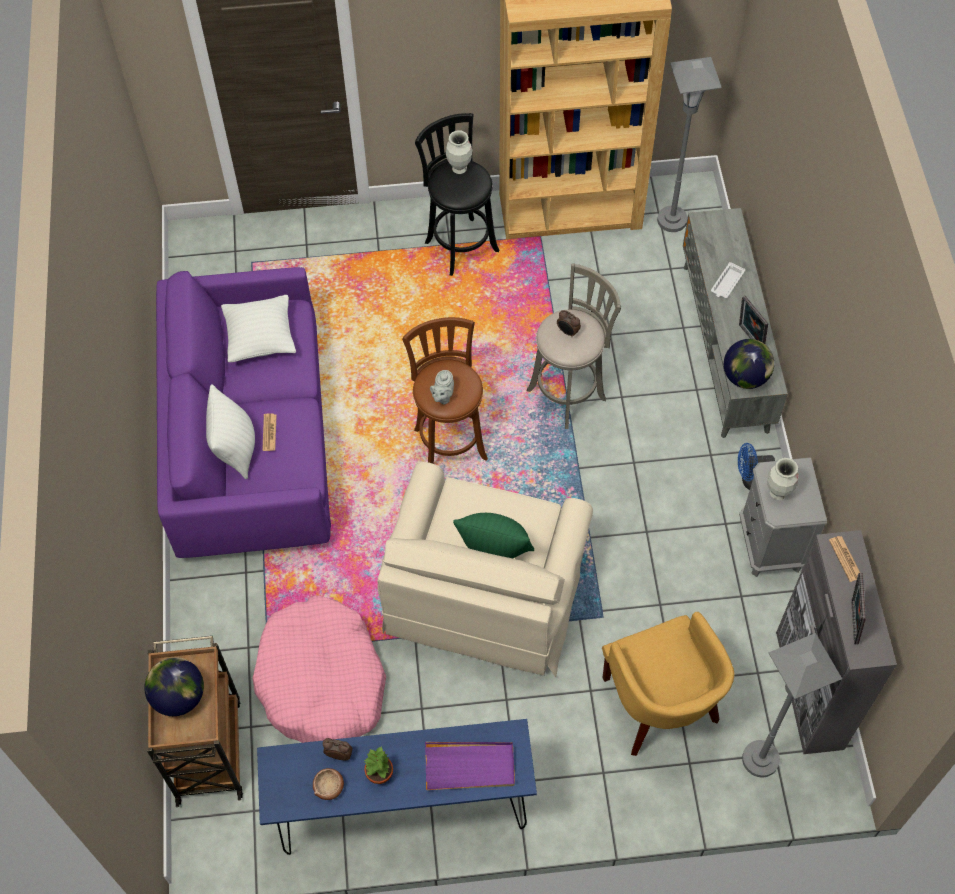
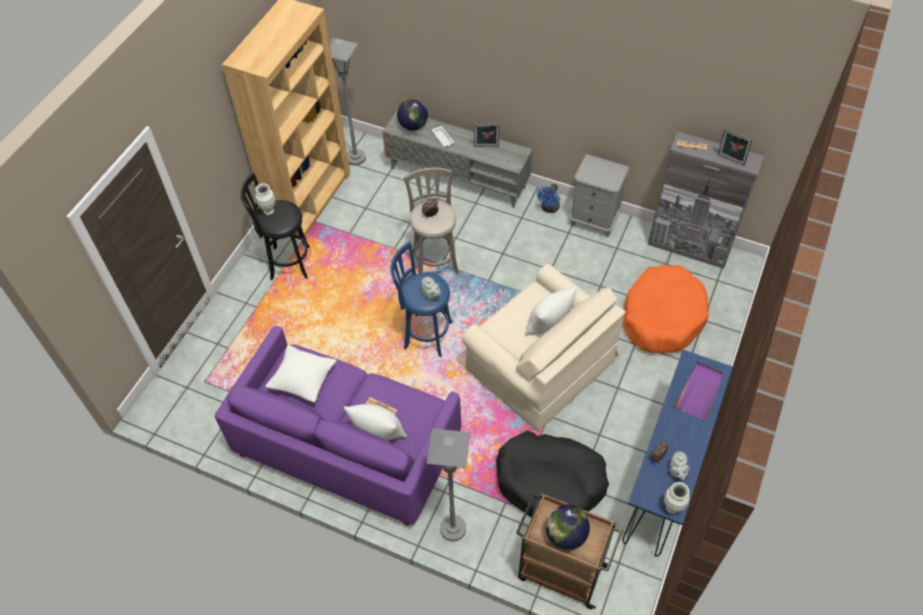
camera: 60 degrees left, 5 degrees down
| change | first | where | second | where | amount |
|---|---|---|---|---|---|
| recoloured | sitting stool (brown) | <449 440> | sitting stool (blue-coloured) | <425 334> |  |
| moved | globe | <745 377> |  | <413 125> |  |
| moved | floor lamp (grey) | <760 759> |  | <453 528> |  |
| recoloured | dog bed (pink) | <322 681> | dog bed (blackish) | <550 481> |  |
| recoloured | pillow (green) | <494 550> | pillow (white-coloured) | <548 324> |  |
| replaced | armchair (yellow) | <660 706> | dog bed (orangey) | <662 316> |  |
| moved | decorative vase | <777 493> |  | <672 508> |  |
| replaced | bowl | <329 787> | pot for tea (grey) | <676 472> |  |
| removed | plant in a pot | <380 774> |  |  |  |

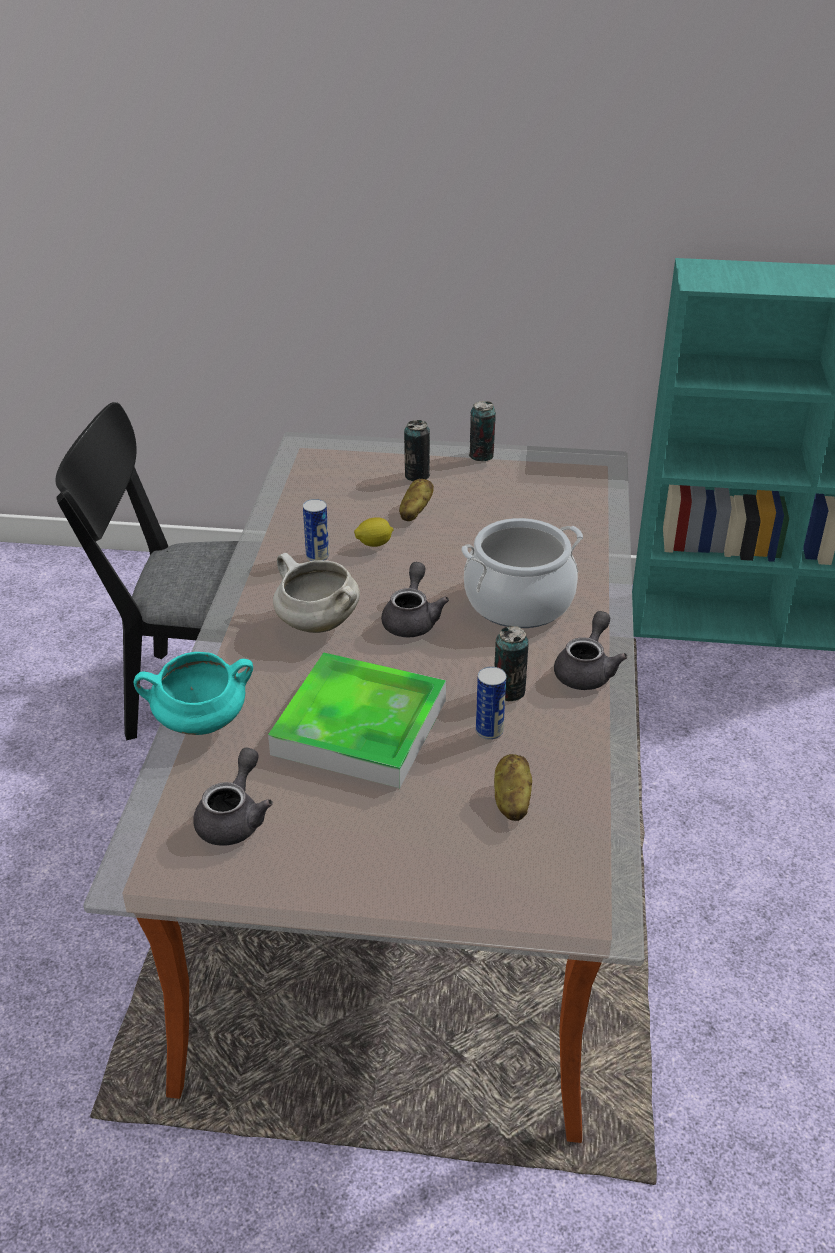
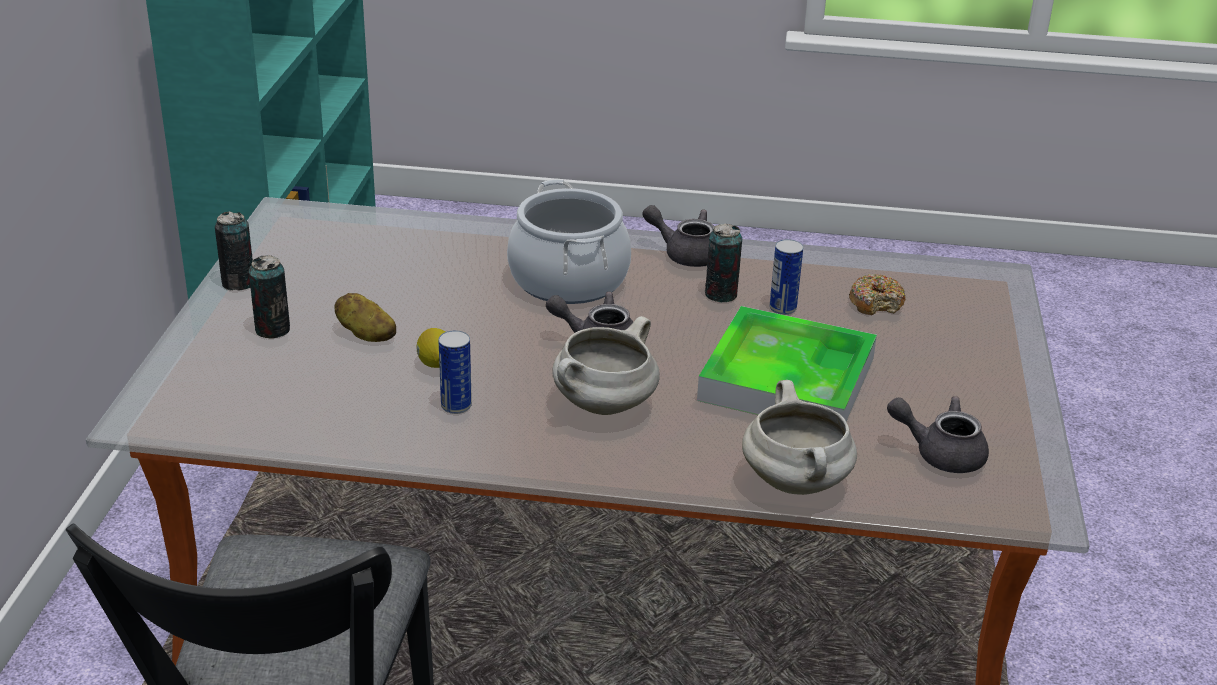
camera: 90 degrees left, 5 degrees down
| change | first | where | second | where | amount |
|---|---|---|---|---|---|
| recoloured | cooking pot (blue-green) | <199 723> | cooking pot (white-coloured) | <797 483> |  |
| replaced | spud | <511 801> | donut | <876 303> |  |

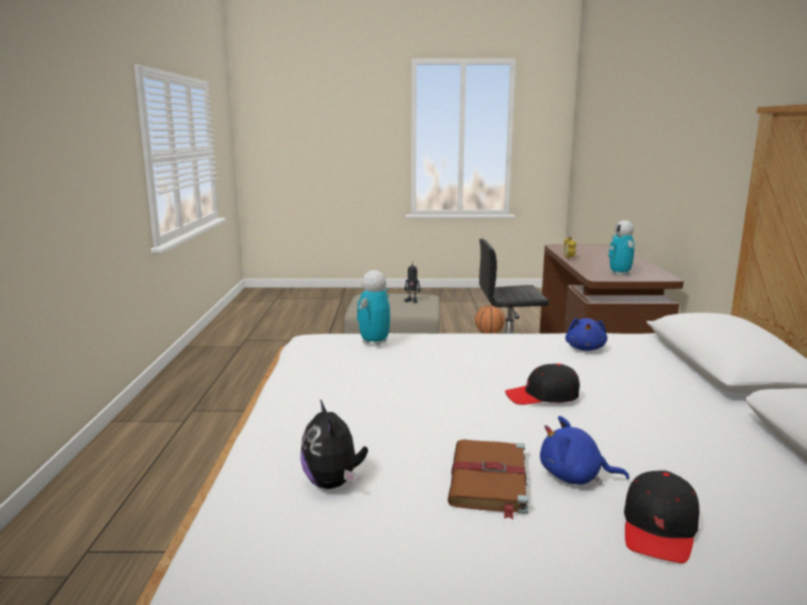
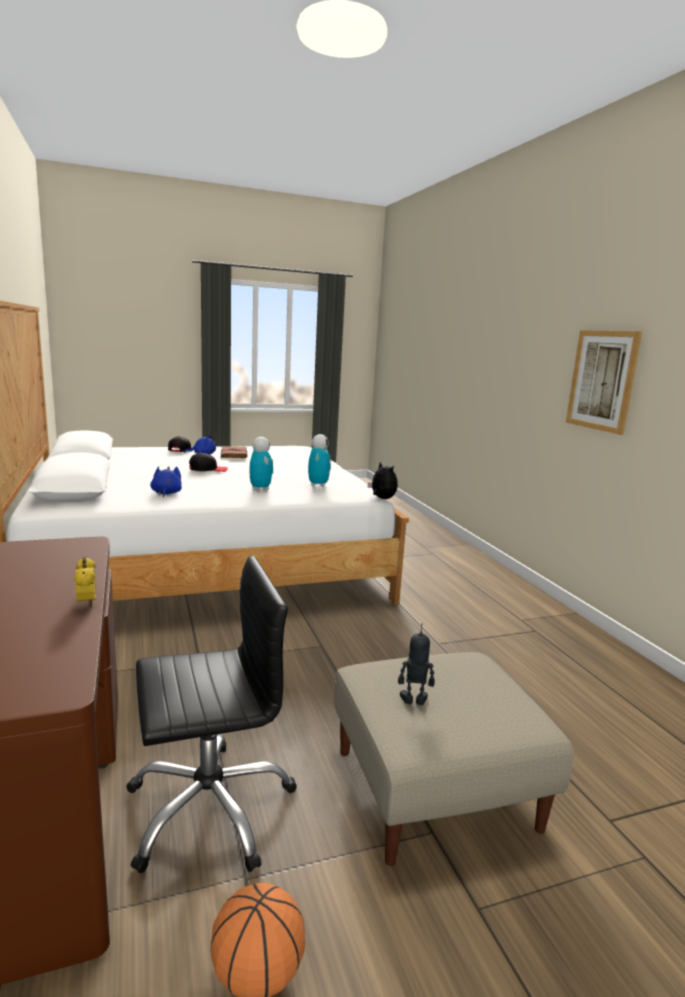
camera: 160 degrees right, 0 degrees up
| change | first | where | second | where | amount |
|---|---|---|---|---|---|
| moved | toy robot | <620 274> |  | <260 489> |  |
| moved | soft toy | <333 483> |  | <382 498> |  |
| added |  |  | wall picture | <602 380> |  |

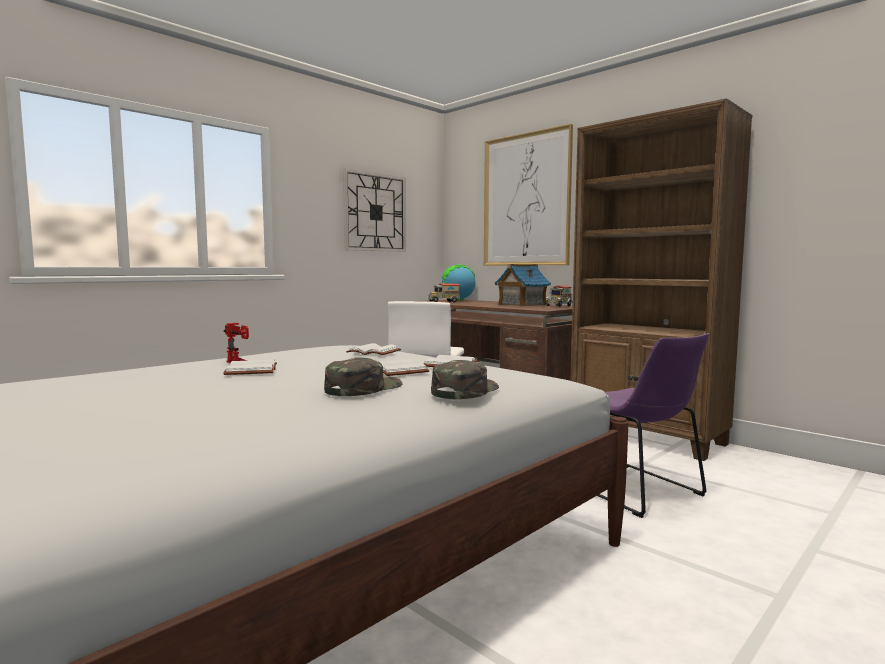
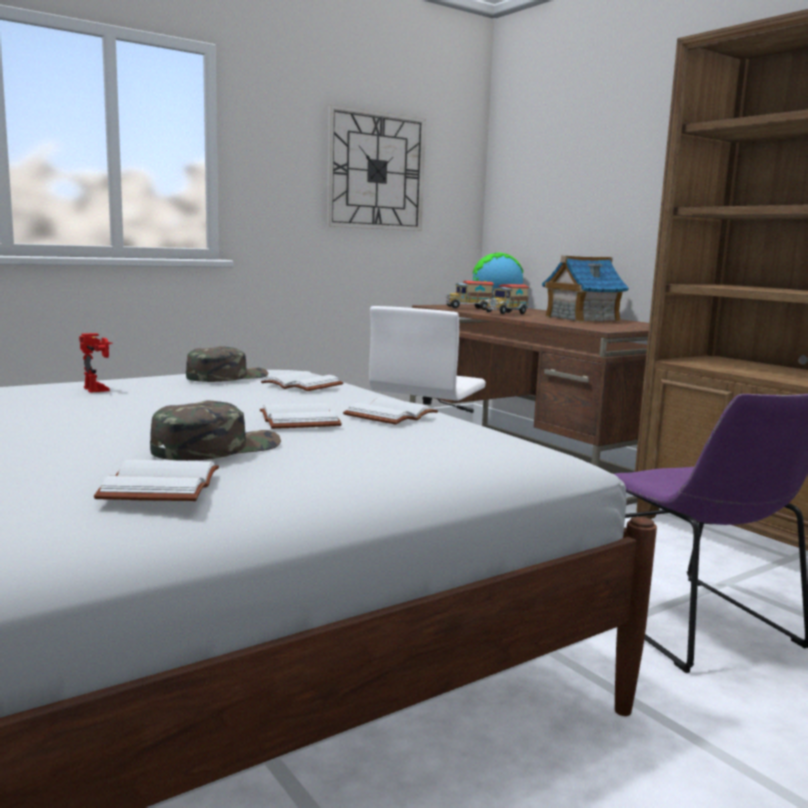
camera: 10 degrees right, 5 degrees up
| change | first | where | second | where | amount |
|---|---|---|---|---|---|
| moved | bound book (white-coloured) | <250 370> |  | <157 485> |  |
| moved | cap (green) | <464 391> |  | <226 377> |  |
| moved | toy lorry | <558 306> |  | <506 314> |  |
| removed | wall picture | <526 200> |  |  |  |

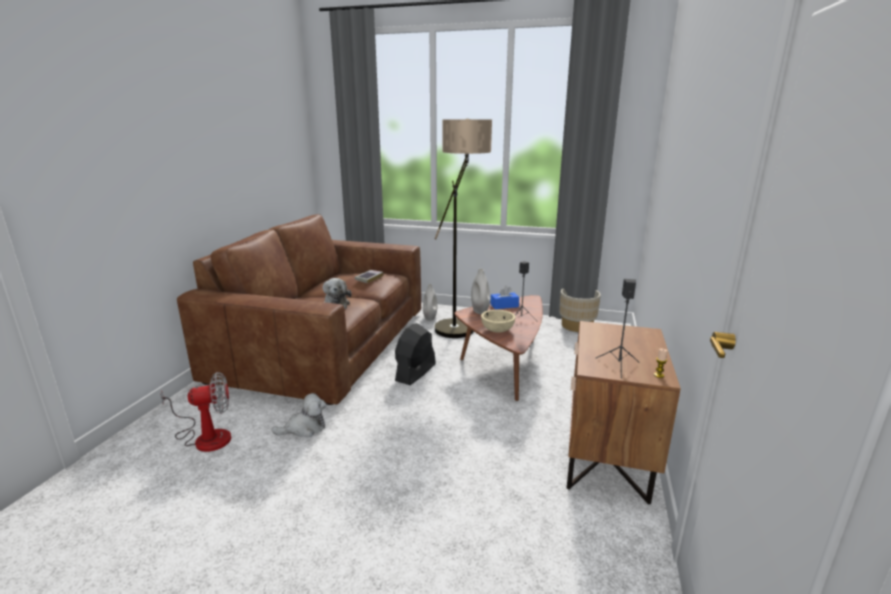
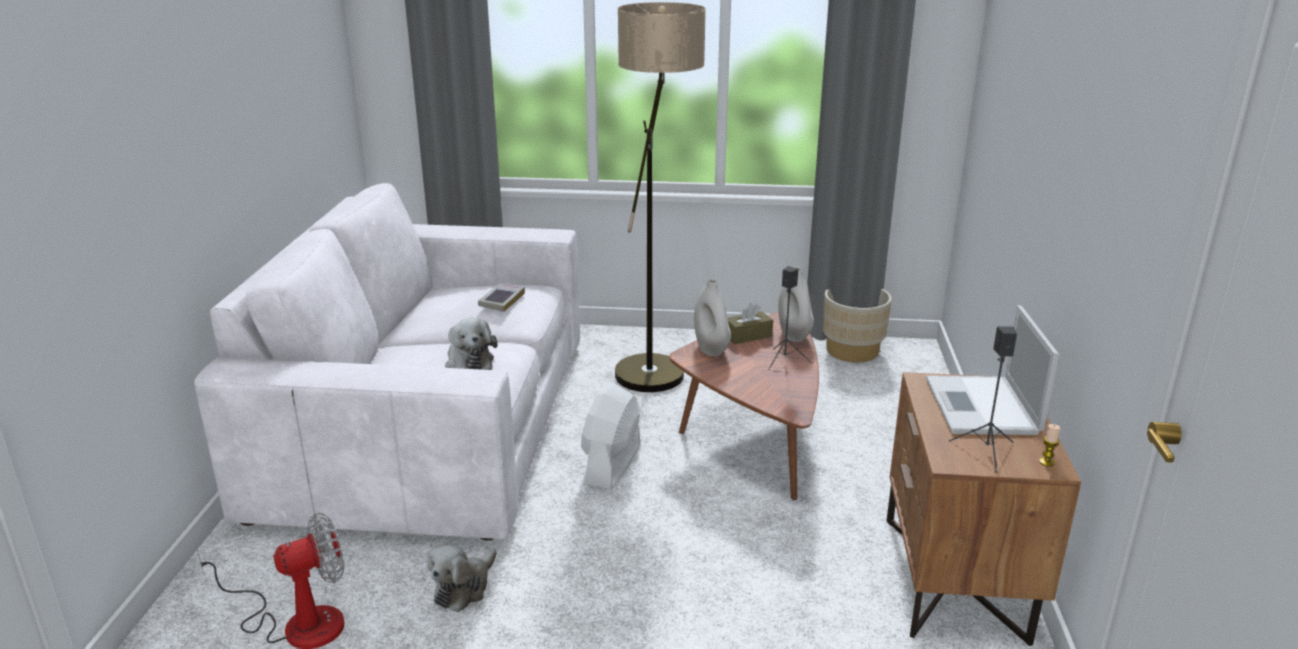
camera: 10 degrees left, 5 degrees up
| change | first | where | second | where | amount |
|---|---|---|---|---|---|
| recoloured | settee (brown) | <325 343> | settee (white-coloured) | <430 423> |  |
| turned | soft toy | <304 428> |  | <464 587> | 150 degrees clockwise |
| recoloured | electric fan (blackish) | <415 372> | electric fan (white-coloured) | <612 464> |  |
| recoloured | box of tissues (blue-coloured) | <504 305> | box of tissues (brown) | <748 336> |  |
| moved | decorative vase (white-coloured) | <430 317> |  | <794 335> |  |
| added |  |  | notebook computer | <982 407> |  |
| removed | bowl (beige) | <497 330> |  |  |  |

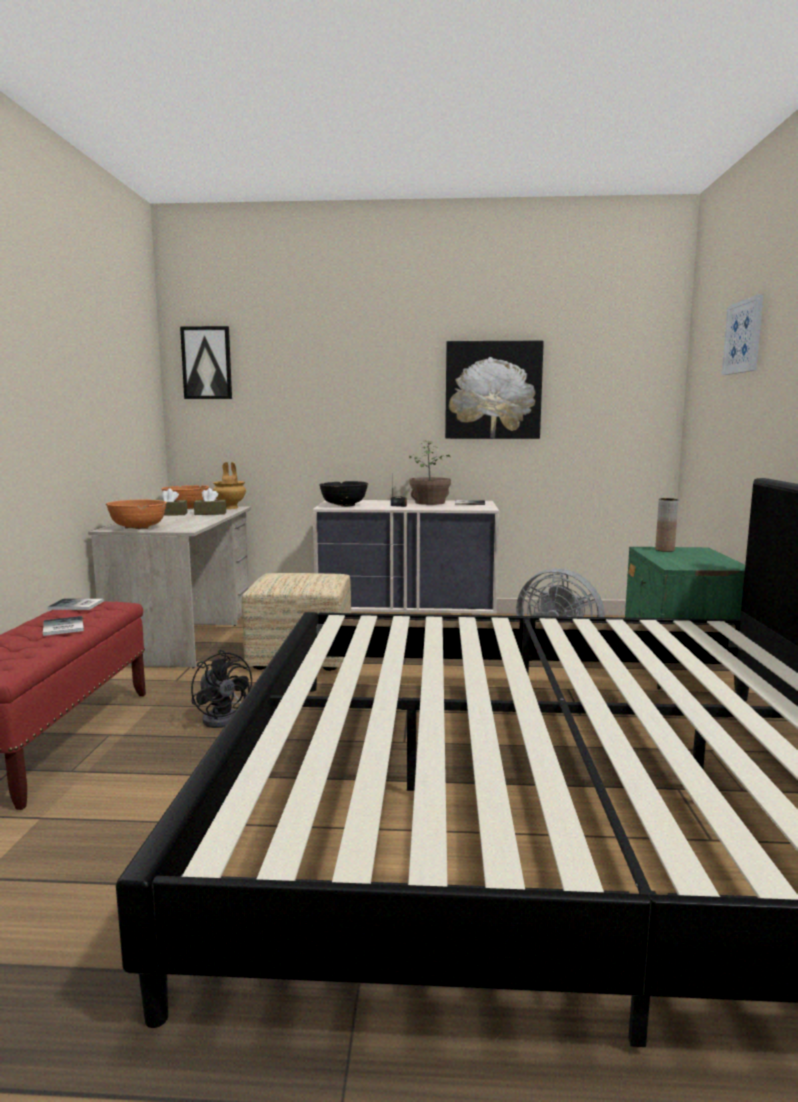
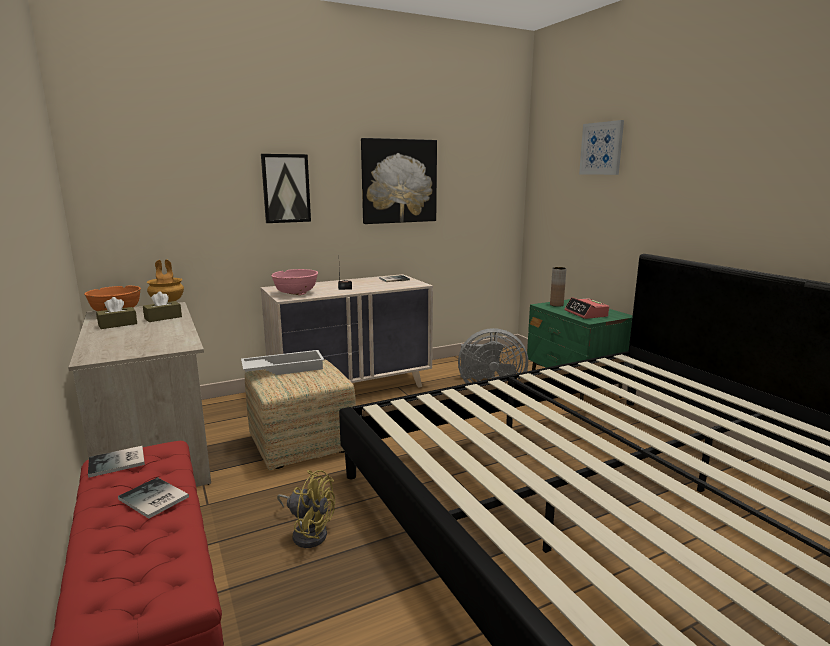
camera: 30 degrees left, 5 degrees up
| change | first | where | second | where | amount |
|---|---|---|---|---|---|
| added |  |  | carrying tray (white-coloured) | <284 368> |  |
| moved | wall picture | <207 363> |  | <286 188> |  |
| recoloured | bowl (blackish) | <344 505> | bowl (pink) | <296 293> |  |
| recoloured | electric fan (blackish) | <223 717> | electric fan (yellow) | <308 532> |  |
| added |  |  | bedside clock | <586 314> |  |
| removed | bowl (orangey) | <138 528> |  |  |  |
| removed | plant in a pot | <430 503> |  |  |  |

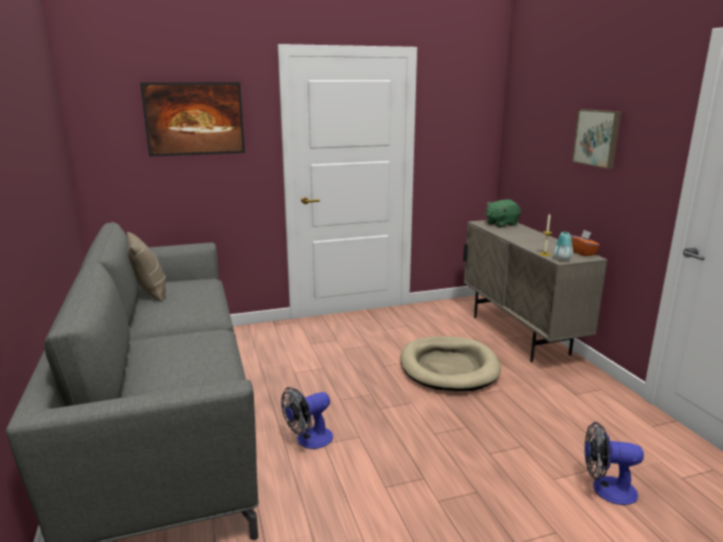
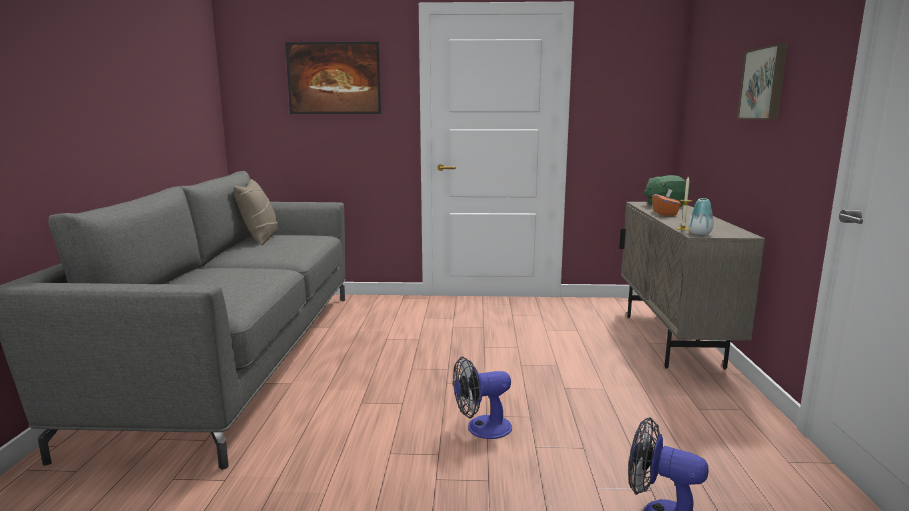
camera: 20 degrees right, 5 degrees down
| change | first | where | second | where | amount |
|---|---|---|---|---|---|
| moved | electric fan | <309 440> |  | <481 428> |  |
| moved | box of tissues (orangey) | <582 252> |  | <665 213> |  |
| removed | dog bed (beige) | <448 367> |  |  |  |

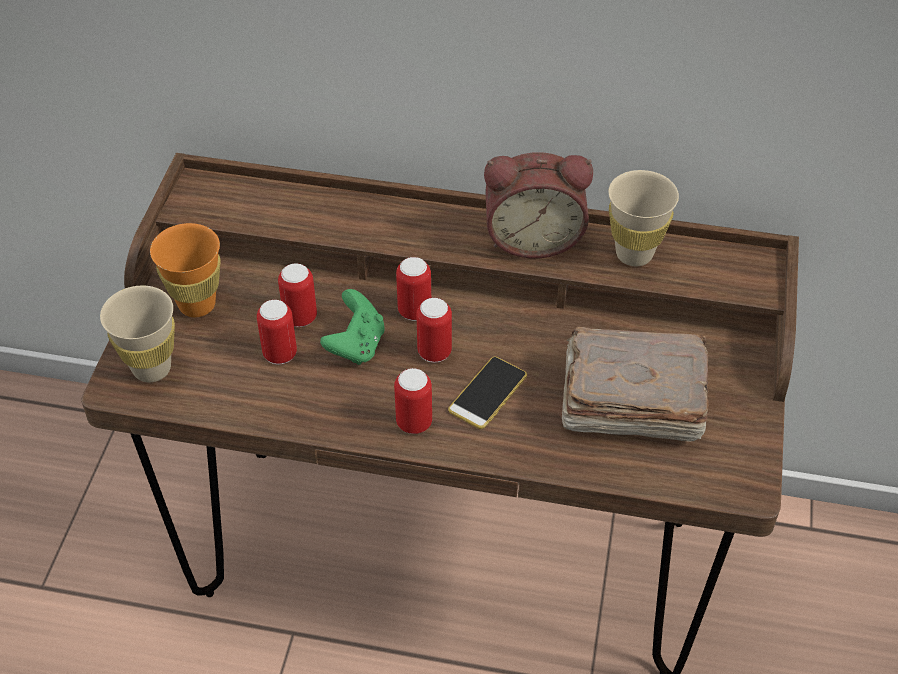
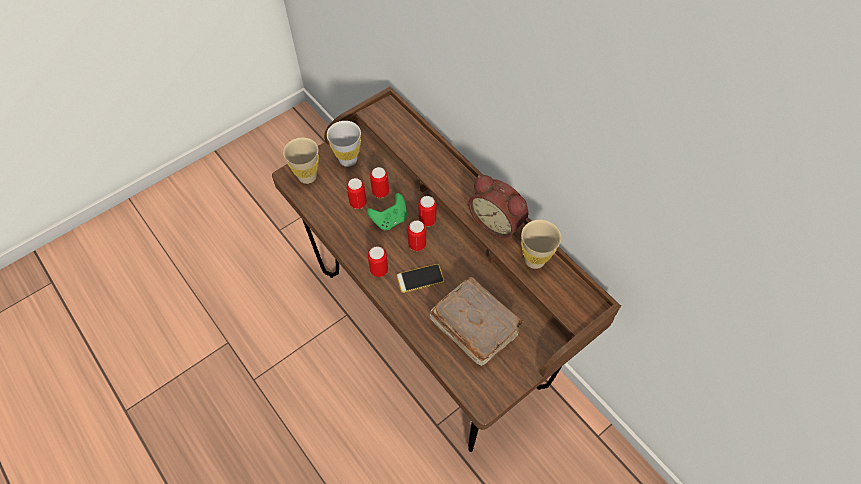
camera: 40 degrees right, 10 degrees up
| change | first | where | second | where | amount |
|---|---|---|---|---|---|
| recoloured | cup (orangey) | <197 304> | cup (white-coloured) | <348 160> |  |

